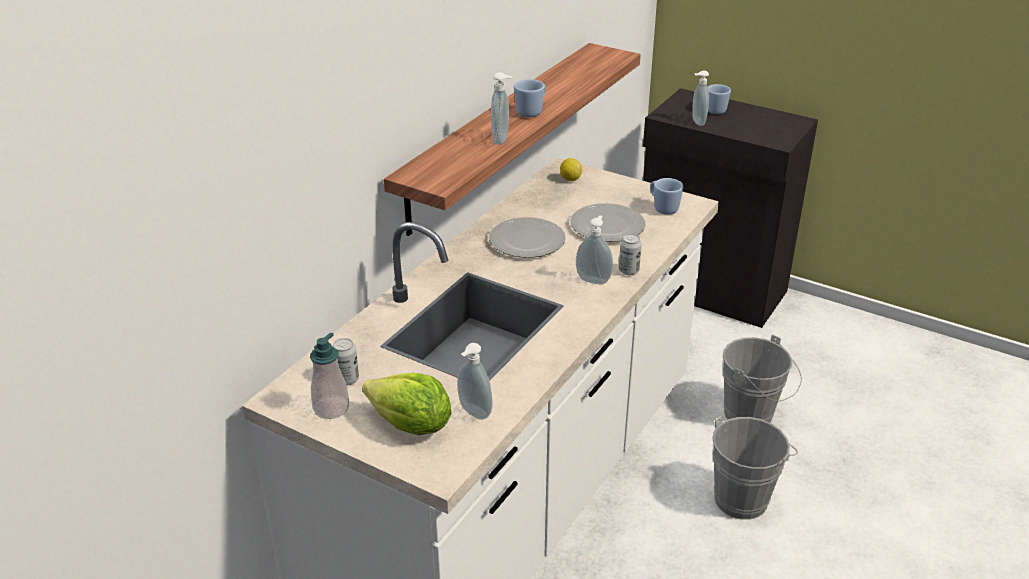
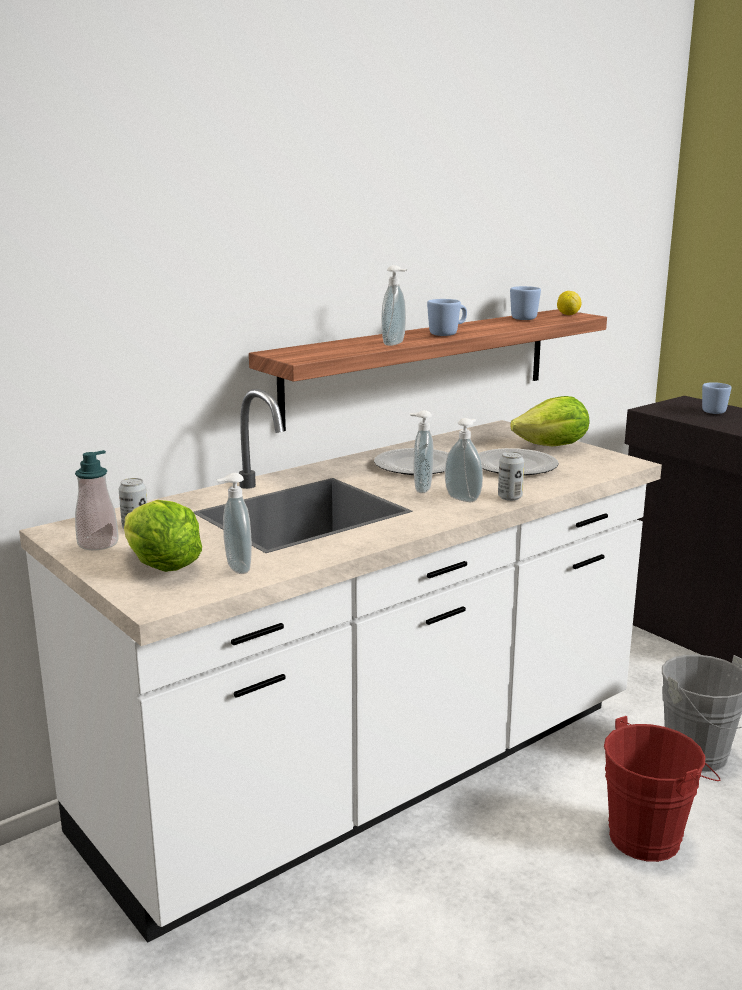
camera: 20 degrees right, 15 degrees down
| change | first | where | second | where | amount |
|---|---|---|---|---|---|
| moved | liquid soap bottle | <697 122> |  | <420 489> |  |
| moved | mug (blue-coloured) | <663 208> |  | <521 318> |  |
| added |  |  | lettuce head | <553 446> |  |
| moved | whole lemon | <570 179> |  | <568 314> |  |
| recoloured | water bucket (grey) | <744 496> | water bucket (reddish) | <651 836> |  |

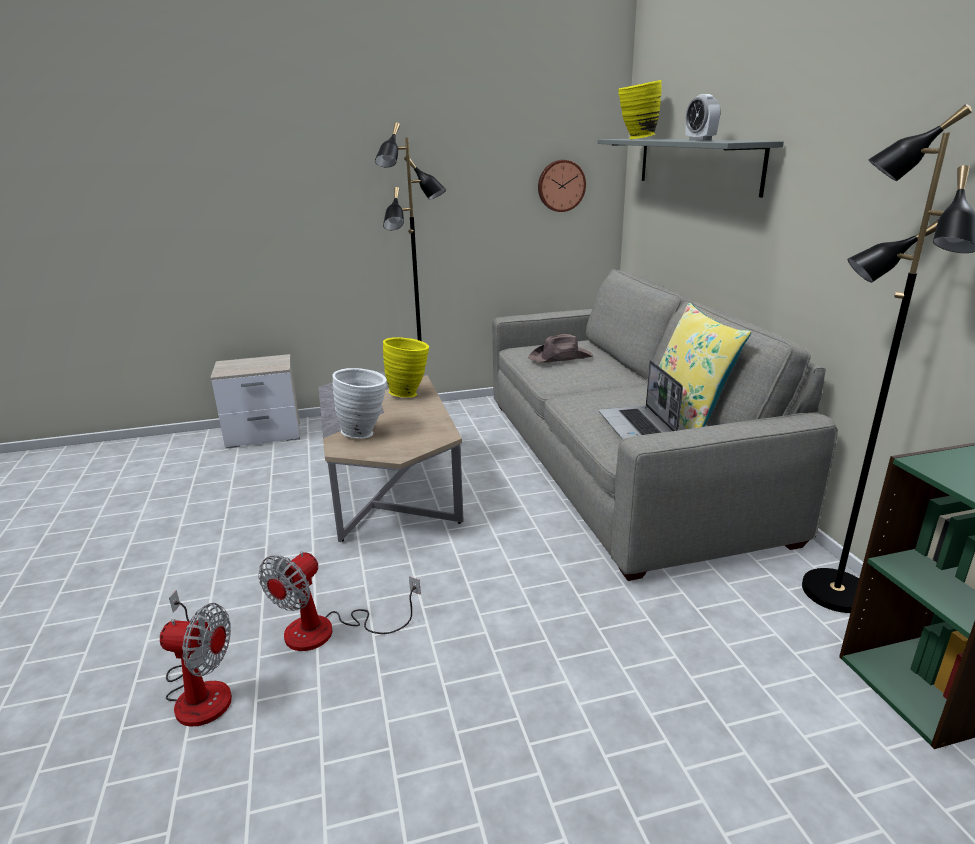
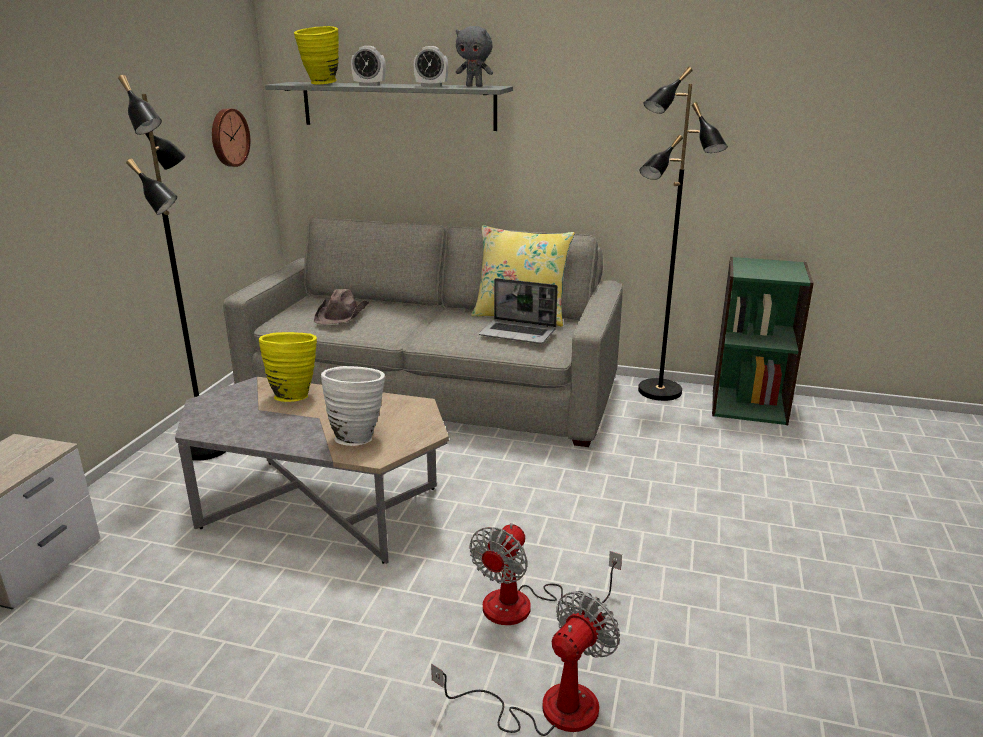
camera: 60 degrees left, 0 degrees up
| change | first | where | second | where | amount |
|---|---|---|---|---|---|
| added |  |  | bedside clock | <369 85> |  |
| added |  |  | soft toy (grey) | <474 86> |  |
| turned | electric fan | <327 631> |  | <525 605> | 60 degrees clockwise |

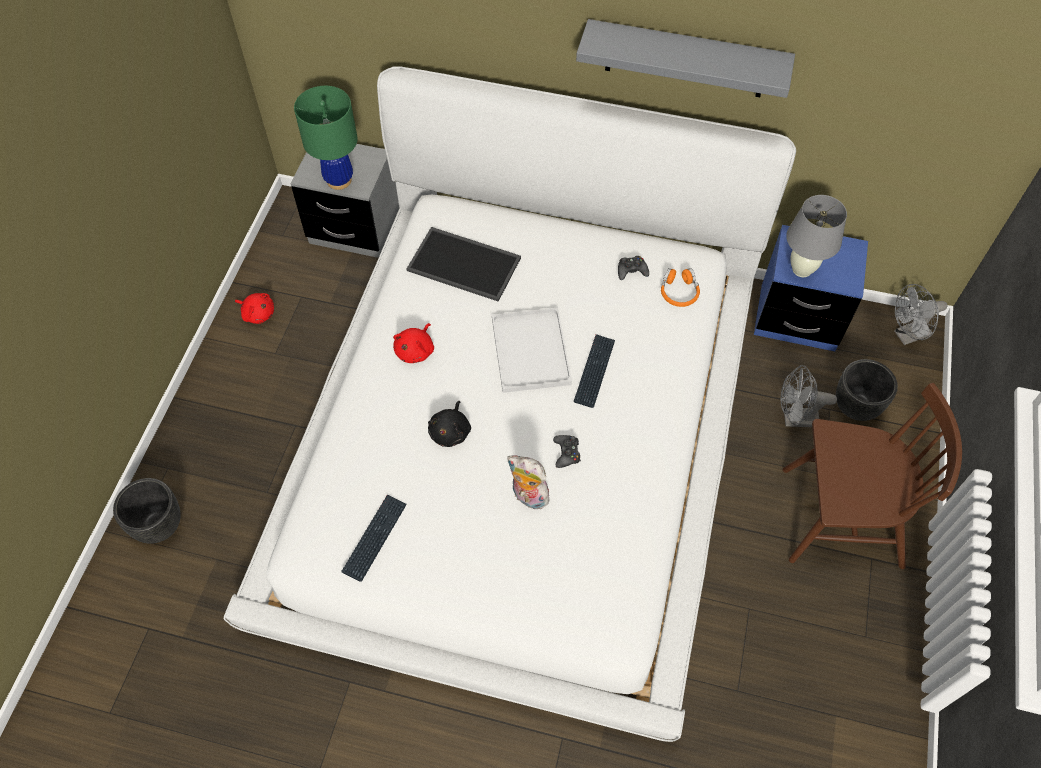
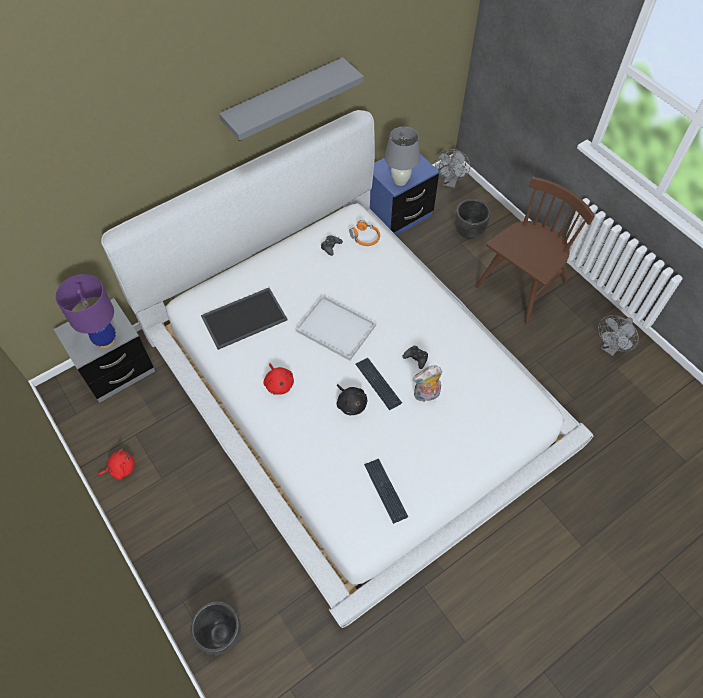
camera: 50 degrees left, 0 degrees up
| change | first | where | second | where | amount |
|---|---|---|---|---|---|
| recoloured | lamp for a table (green) | <339 180> | lamp for a table (purplish) | <105 340> |  |
| moved | PC keyboard | <594 371> |  | <378 384> |  |
| moved | electric fan (grey) | <794 419> |  | <610 348> |  |

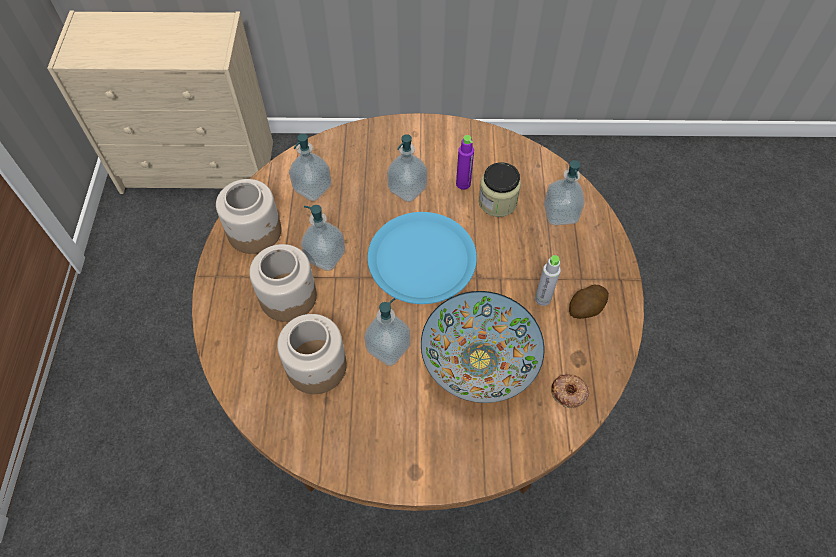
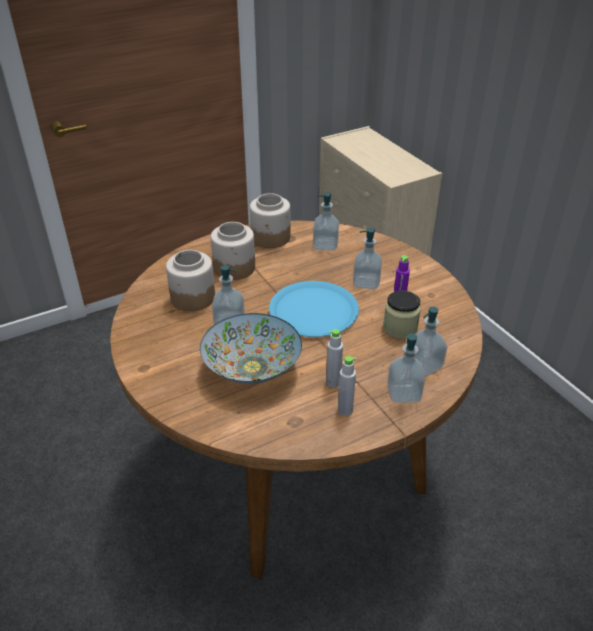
camera: 60 degrees right, 20 degrees down
| change | first | where | second | where | amount |
|---|---|---|---|---|---|
| replaced | spud | <585 309> | drink bottle (grey) | <345 410> |  |
| moved | liquid soap bottle | <325 256> |  | <404 393> |  |
| removed | donut | <569 393> |  |  |  |

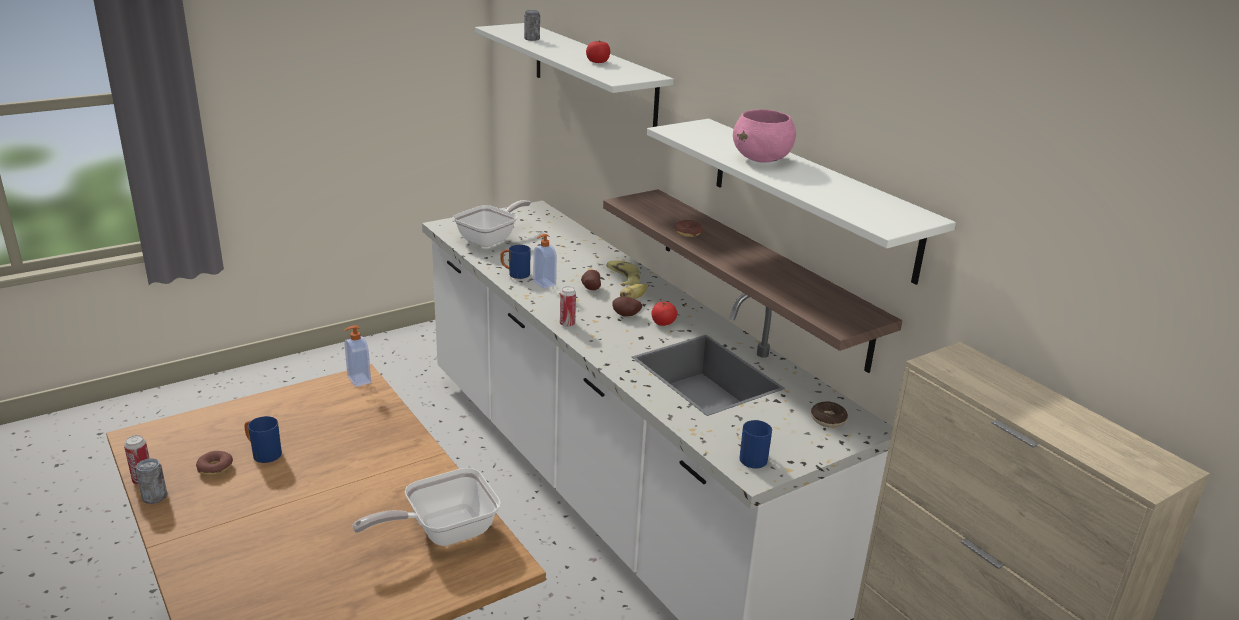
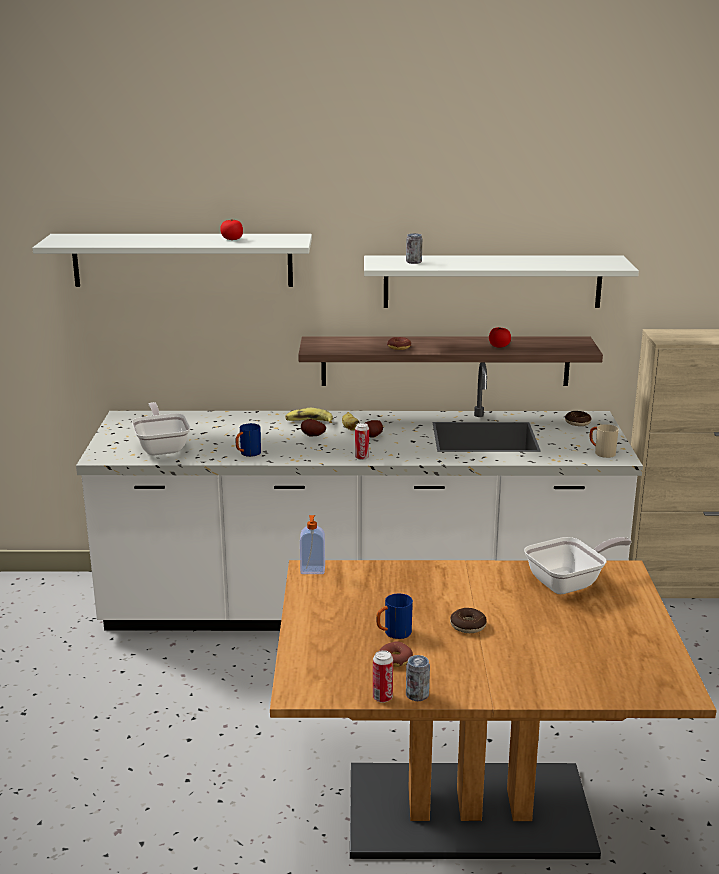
camera: 55 degrees left, 5 degrees down
| change | first | where | second | where | amount |
|---|---|---|---|---|---|
| moved | sealed can | <532 39> |  | <413 262> |  |
| added |  |  | donut | <468 626> |  |
| moved | fresh tomato | <663 323> |  | <499 346> |  |
| turned | pan | <442 532> |  | <570 583> | 120 degrees counterclockwise |
| recoloured | mug (blue-coloured) | <753 457> | mug (beige) | <601 453> |  |
| removed | liquid soap bottle | <544 283> |  |  |  |
| removed | bowl (pink) | <762 159> |  |  |  |

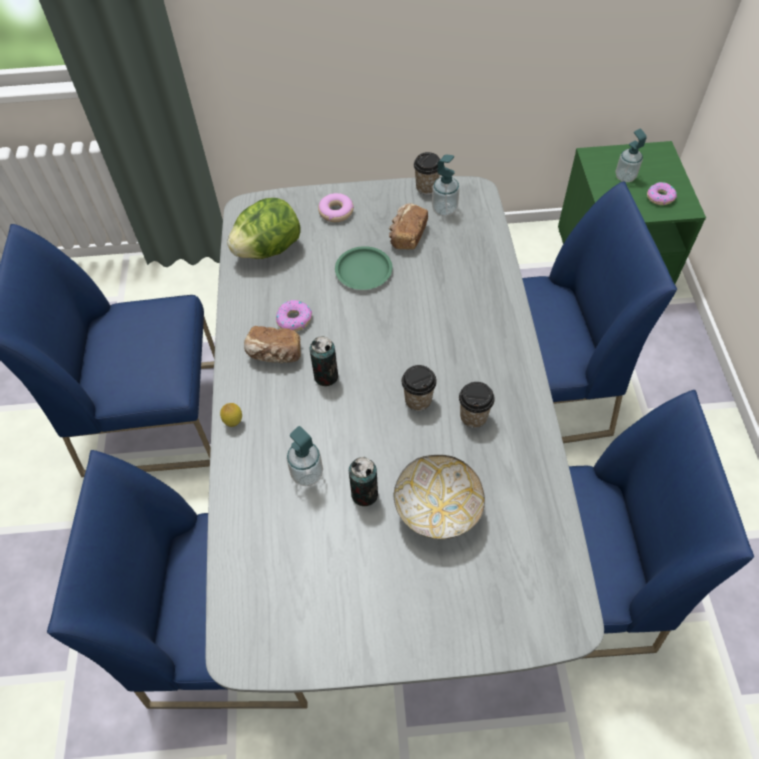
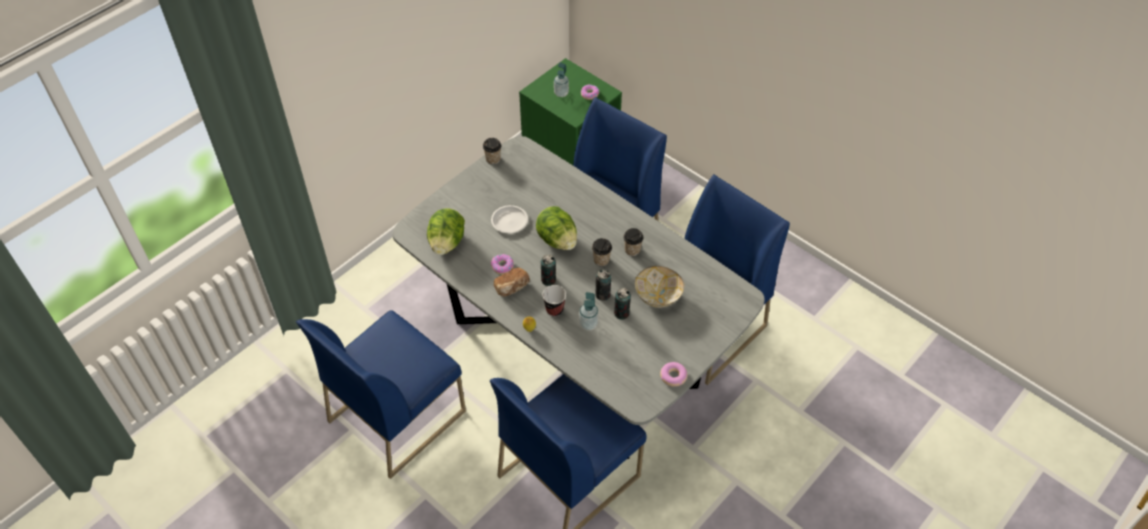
camera: 45 degrees left, 5 degrees down
| change | first | where | second | where | amount |
|---|---|---|---|---|---|
| recoloured | plate (green) | <364 271> | plate (white-coloured) | <509 221> |  |
| added |  |  | lettuce head | <557 240> |  |
| added |  |  | cup | <554 310> |  |
| added |  |  | sealed can | <602 295> |  |
| moved | donut | <336 212> |  | <673 376> |  |
| removed | baked bread | <407 235> |  |  |  |
| removed | liquid soap bottle | <444 209> |  |  |  |

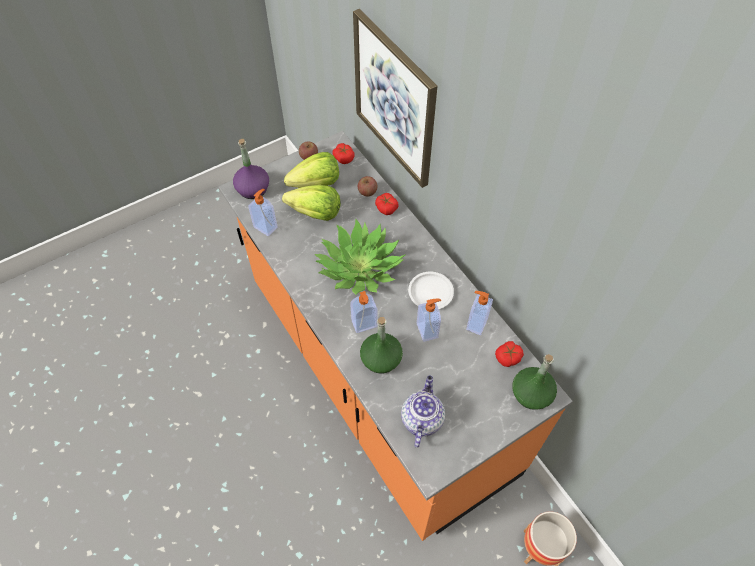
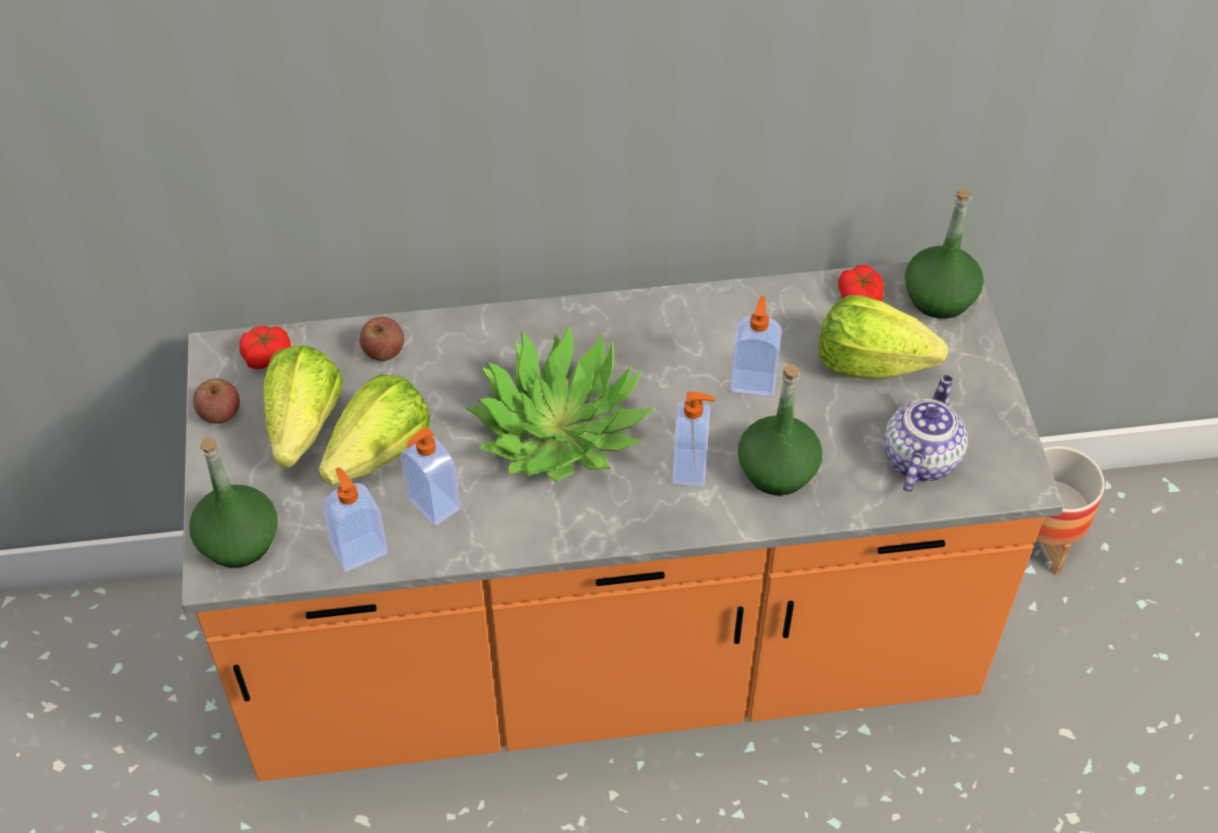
camera: 65 degrees left, 5 degrees down
| change | first | where | second | where | amount |
|---|---|---|---|---|---|
| recoloured | drink bottle (purplish) | <253 189> | drink bottle (green) | <239 541> |  |
| moved | liquid soap bottle | <476 324> |  | <432 505> |  |
| added |  |  | lettuce head | <871 363> |  |
| turned | pot for tea | <421 419> |  | <920 457> | 75 degrees clockwise |
| removed | wall picture | <395 100> |  |  |  |
| removed | fresh tomato | <386 208> |  |  |  |
| removed | plate (white-coloured) | <430 292> |  |  |  |

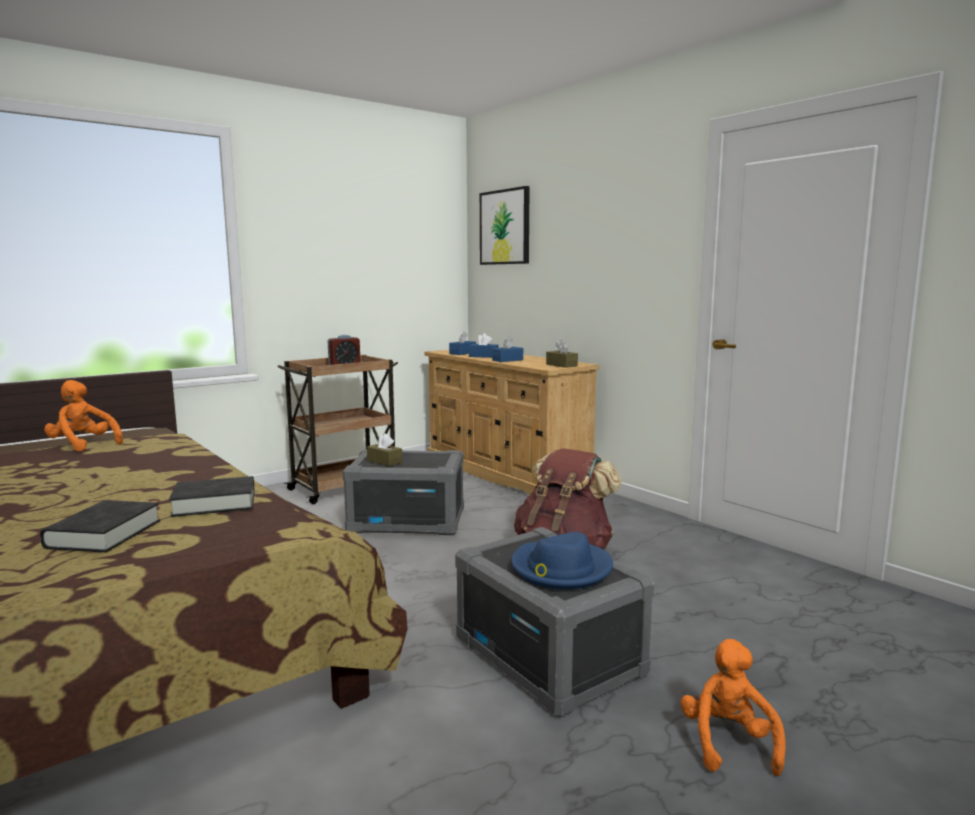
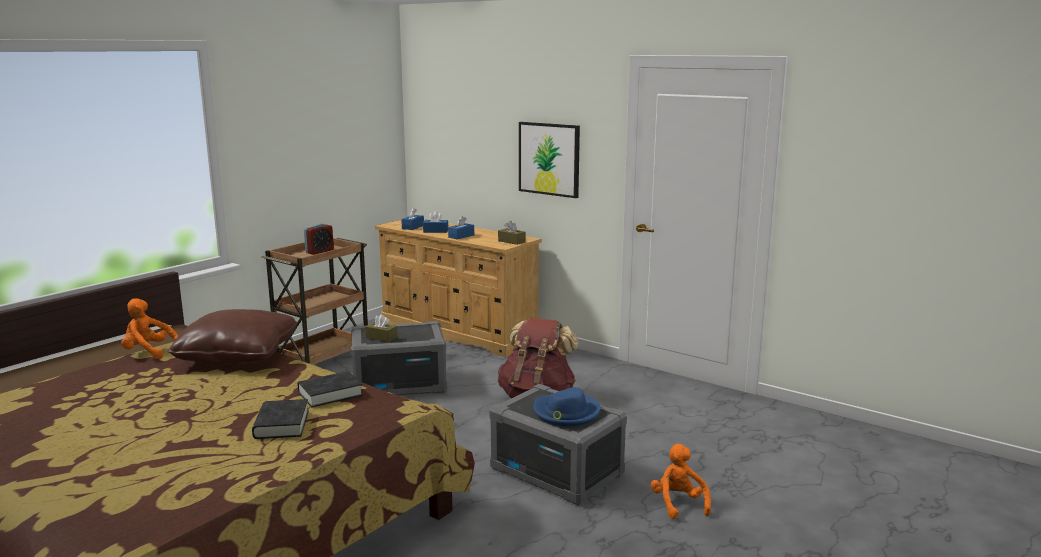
camera: 15 degrees left, 5 degrees up
| change | first | where | second | where | amount |
|---|---|---|---|---|---|
| added |  |  | pillow (brown) | <237 356> |  |
| moved | wall picture | <505 227> |  | <549 159> |  |

